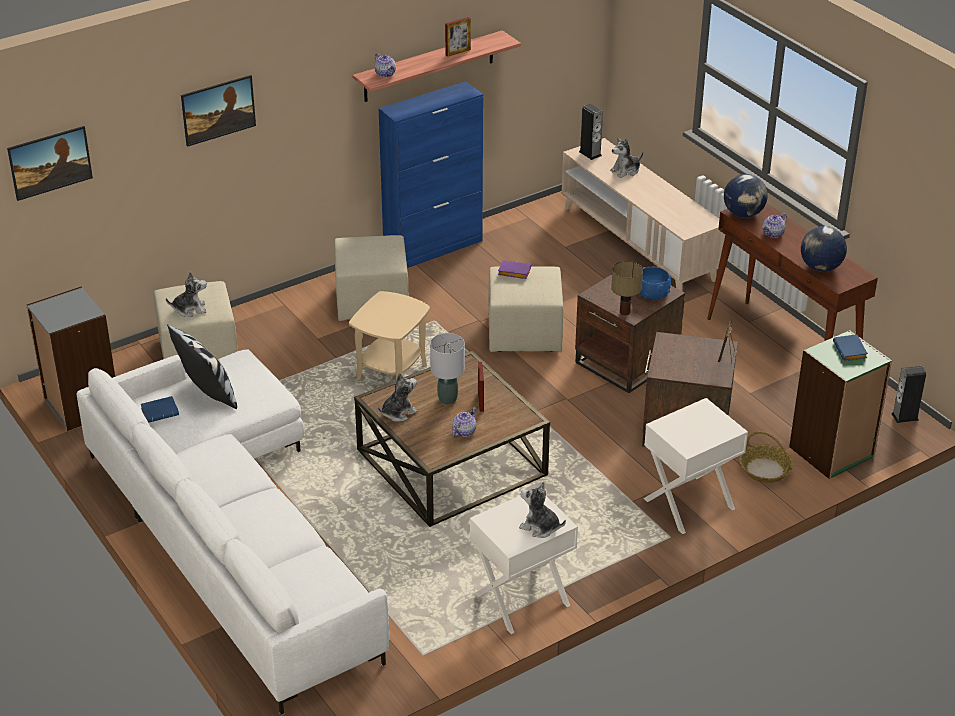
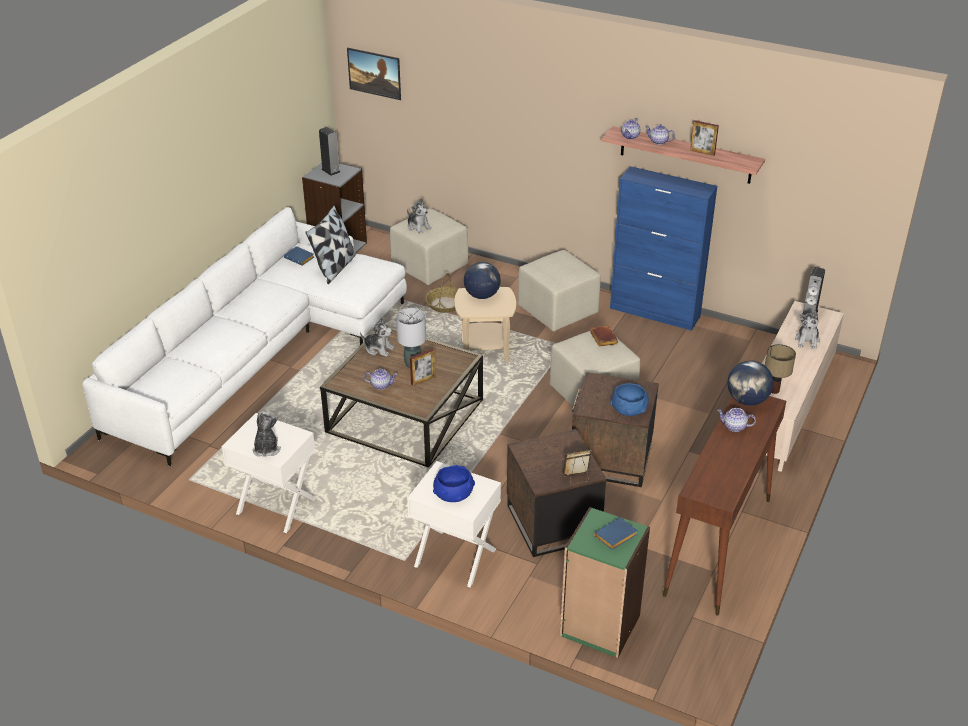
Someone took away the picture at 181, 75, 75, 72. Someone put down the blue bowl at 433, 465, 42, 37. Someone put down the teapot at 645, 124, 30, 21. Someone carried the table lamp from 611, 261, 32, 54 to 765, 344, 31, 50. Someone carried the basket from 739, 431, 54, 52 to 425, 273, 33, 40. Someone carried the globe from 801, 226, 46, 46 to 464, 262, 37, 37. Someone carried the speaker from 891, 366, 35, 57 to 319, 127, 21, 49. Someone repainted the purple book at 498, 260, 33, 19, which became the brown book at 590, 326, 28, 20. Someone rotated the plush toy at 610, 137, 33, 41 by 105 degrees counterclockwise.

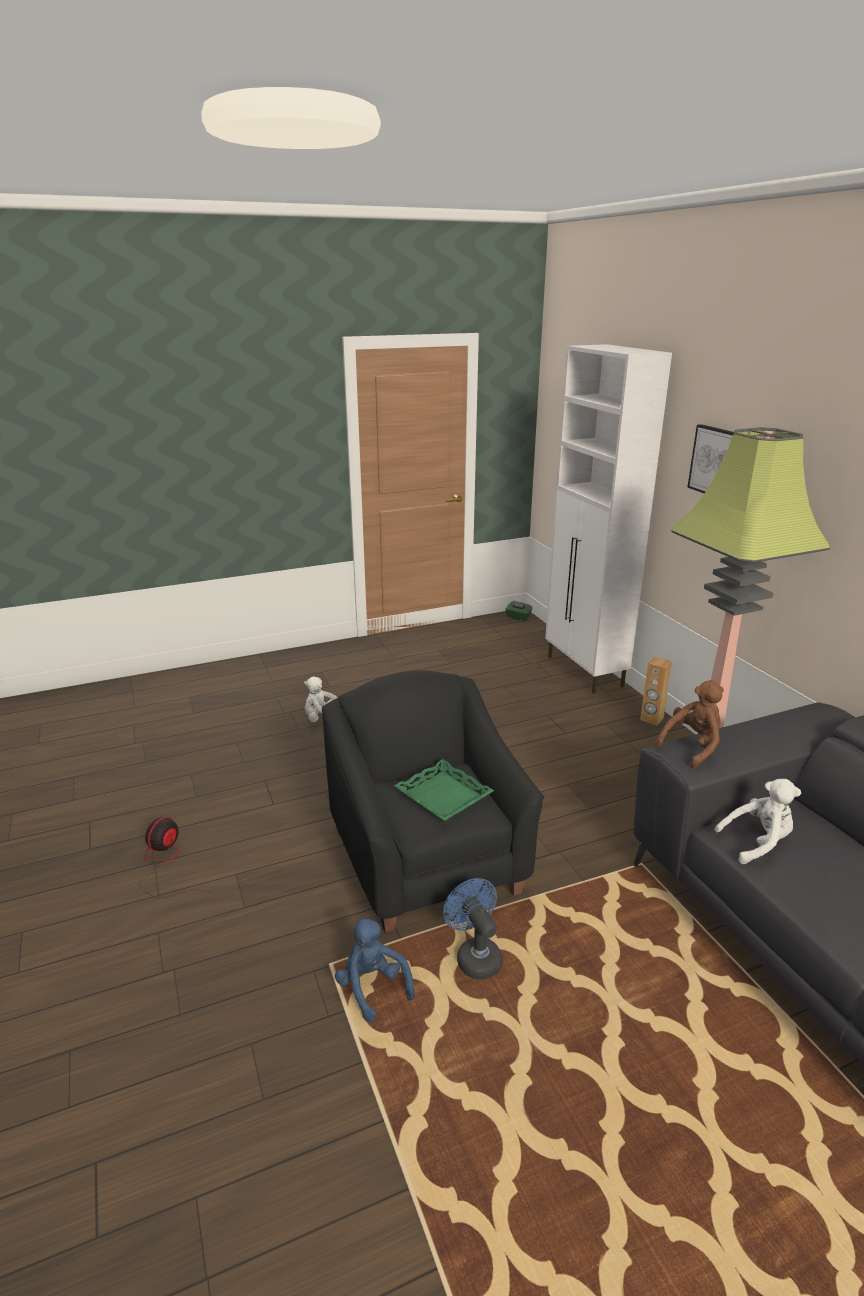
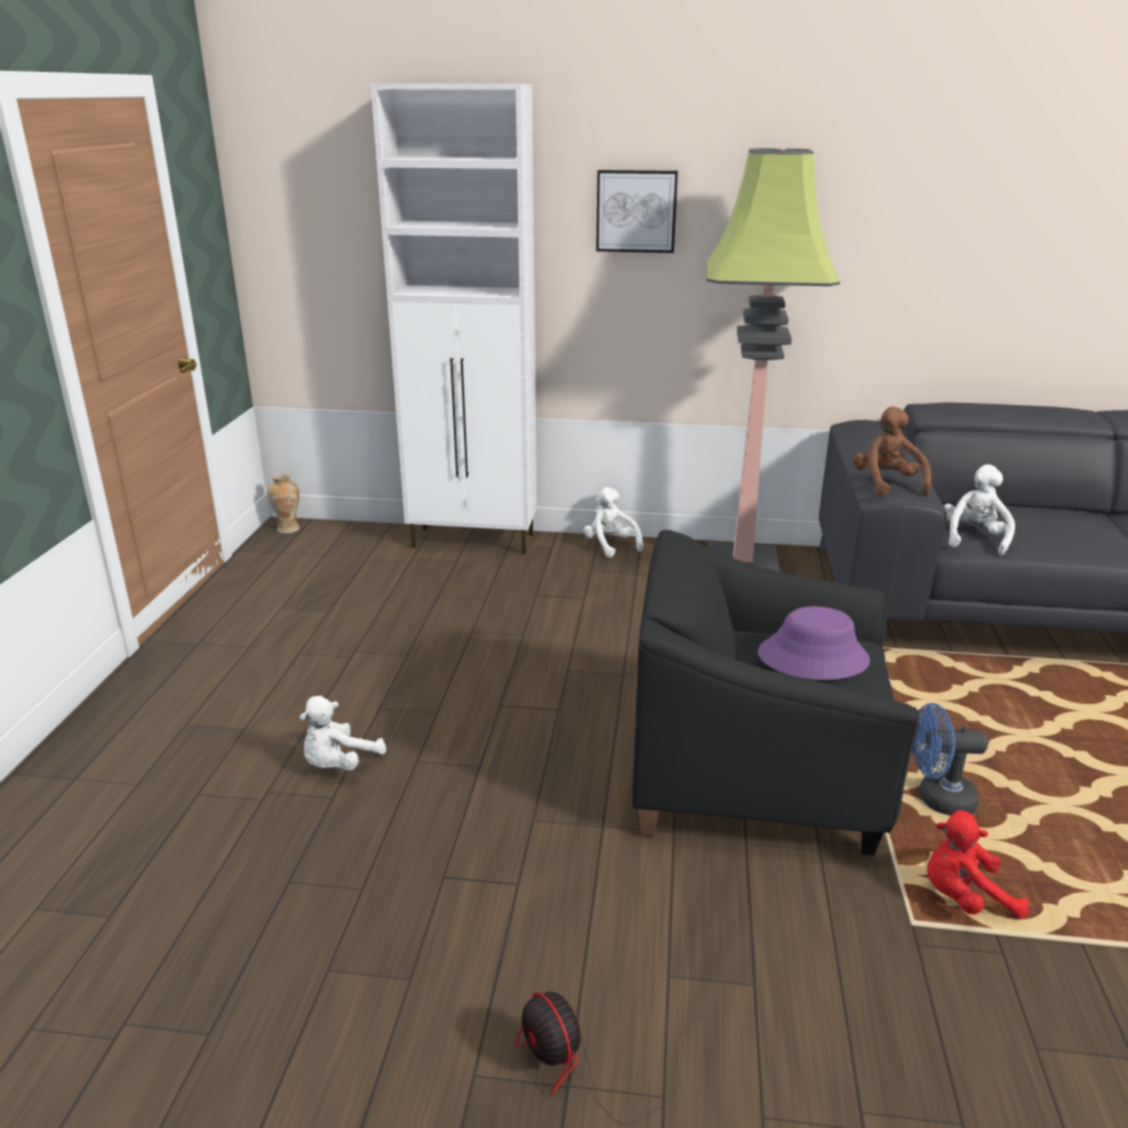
Someone swapped the green tray at 394, 759, 101, 62 for the purple hat at 758, 606, 112, 74. Someone swapped the green tissue box at 505, 600, 27, 21 for the vase at 267, 473, 33, 61. Someone swapped the brown speaker at 640, 657, 32, 68 for the white plush toy at 583, 487, 60, 71. Someone repainted the blue plush toy at 335, 917, 79, 106, which became the red plush toy at 927, 810, 102, 109.

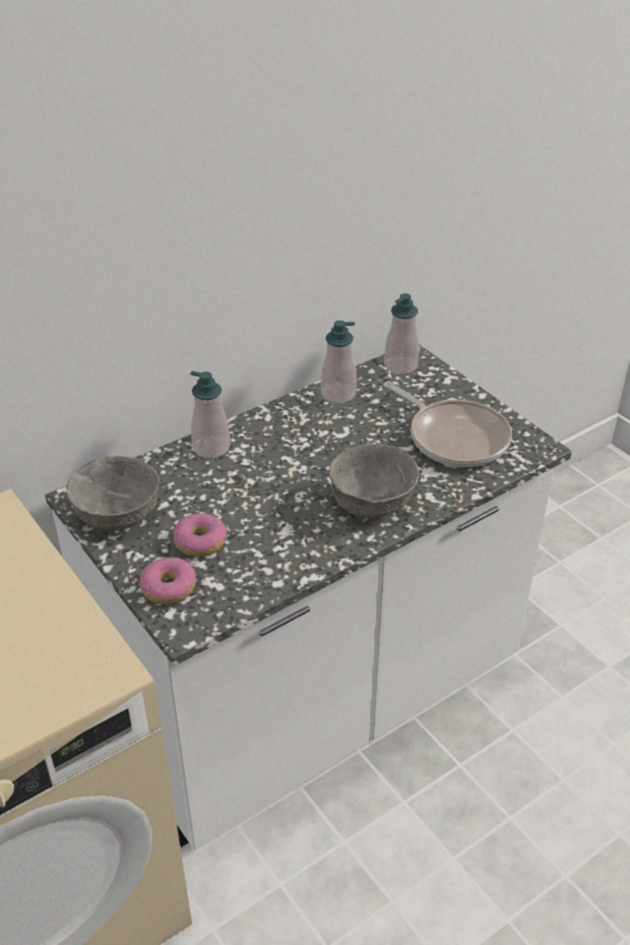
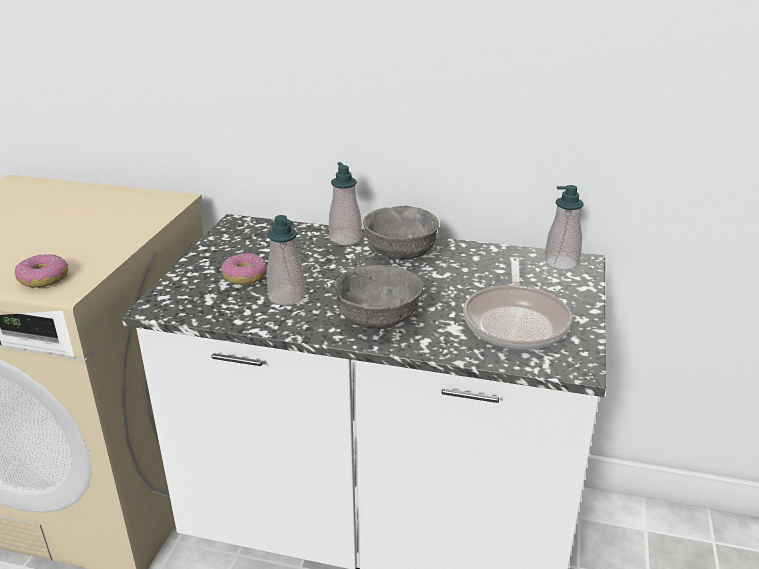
Someone carried the grey bowl from 66, 456, 93, 74 to 363, 206, 76, 54. Someone carried the donut from 140, 557, 56, 47 to 15, 254, 53, 34. Someone carried the soap dispenser from 321, 320, 36, 84 to 267, 215, 39, 91.

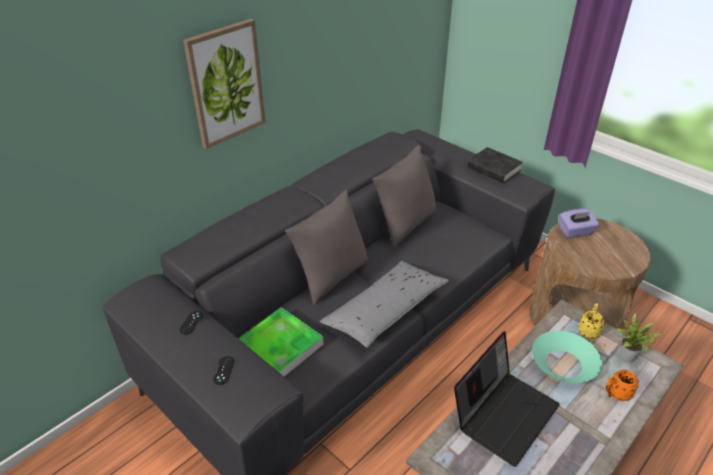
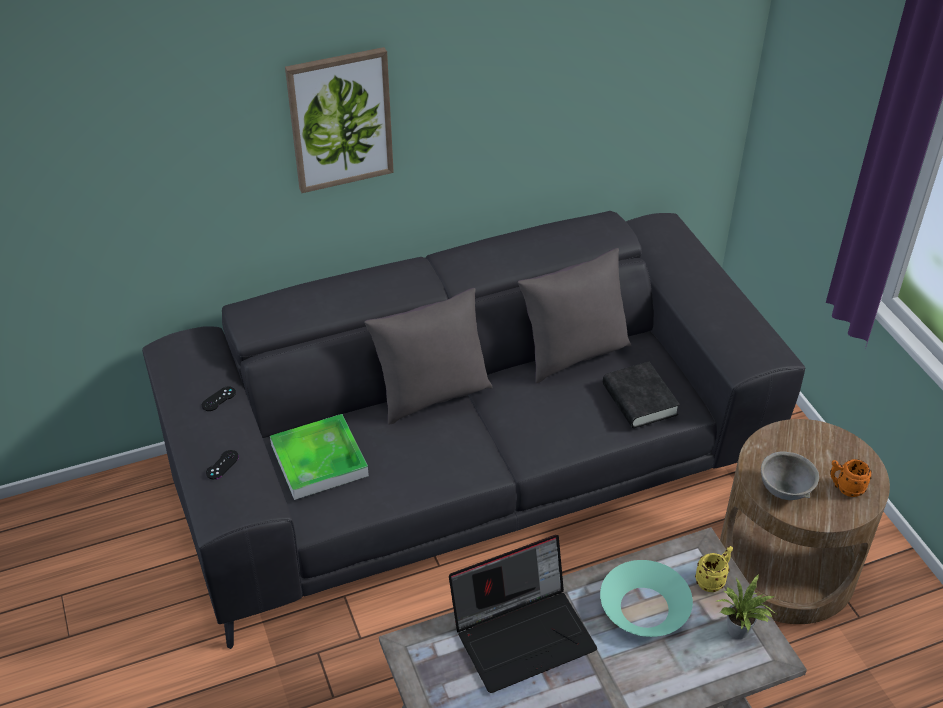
Someone took away the grey pillow at 320, 261, 129, 87. Someone took away the purple tissue box at 559, 209, 41, 29. Someone put down the grey bowl at 761, 451, 58, 49. Someone carried the black book from 467, 147, 56, 36 to 603, 362, 77, 66. Someone carried the orange mug from 606, 370, 33, 31 to 830, 459, 42, 38.

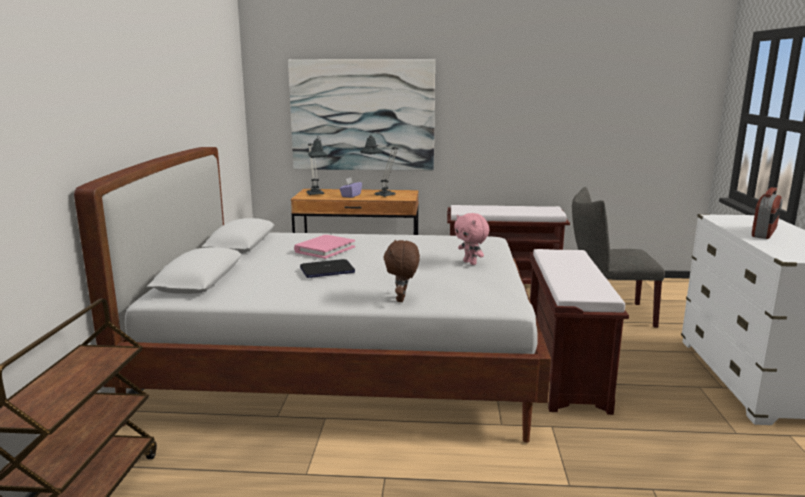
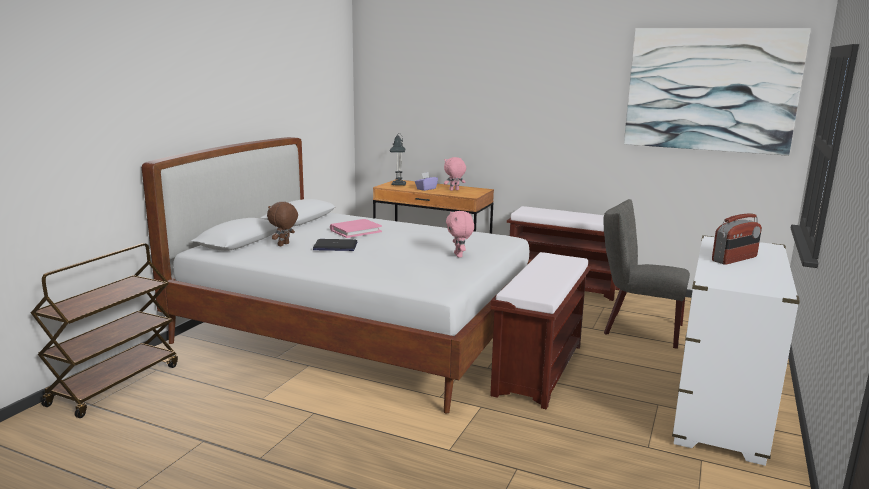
Someone carried the picture from 288, 59, 147, 112 to 624, 28, 187, 128. Someone carried the brown plush toy from 383, 240, 37, 62 to 267, 202, 31, 44. Someone swapped the table lamp at 360, 136, 38, 61 for the pink plush toy at 444, 157, 22, 34.

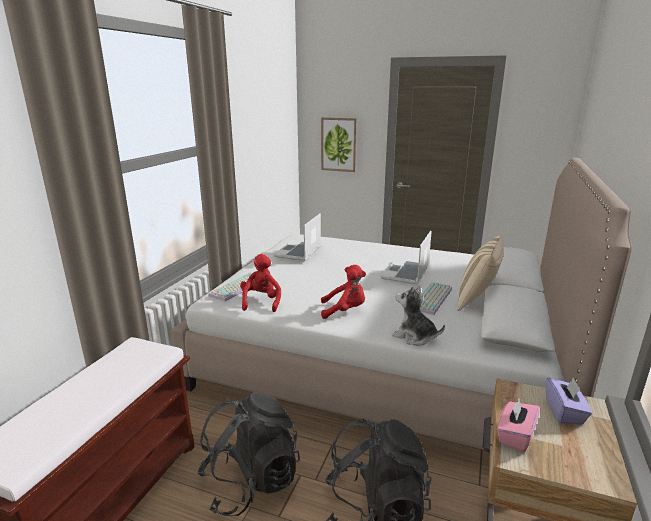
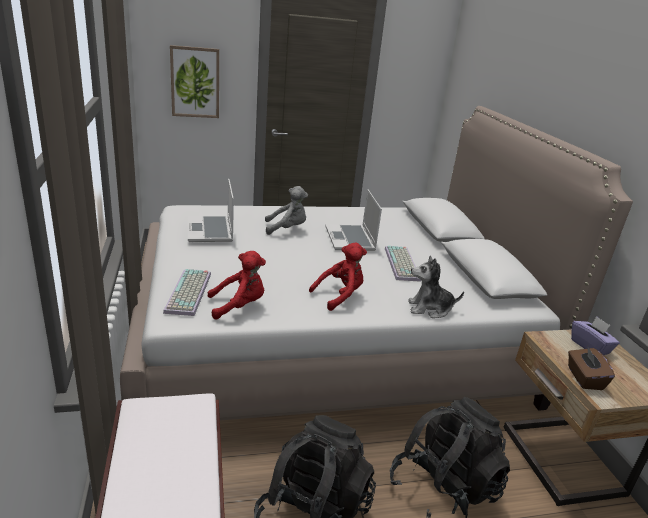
Someone took away the beige pillow at 458, 236, 46, 75. Someone put down the grey plush toy at 265, 186, 43, 49. Someone repainted the pink tissue box at 497, 398, 43, 54, which became the brown tissue box at 568, 345, 47, 45. Someone rotated the red plush toy at 240, 254, 41, 58 by 105 degrees clockwise.

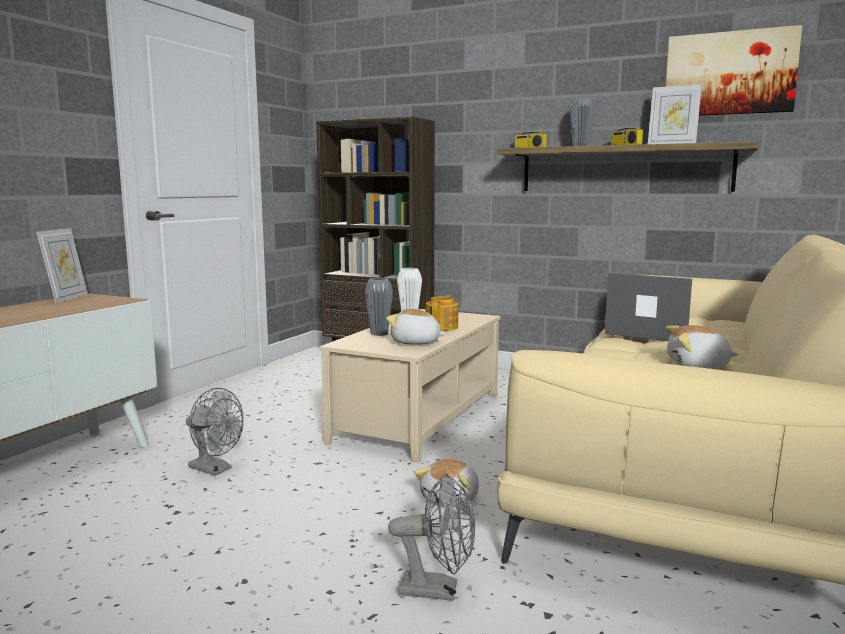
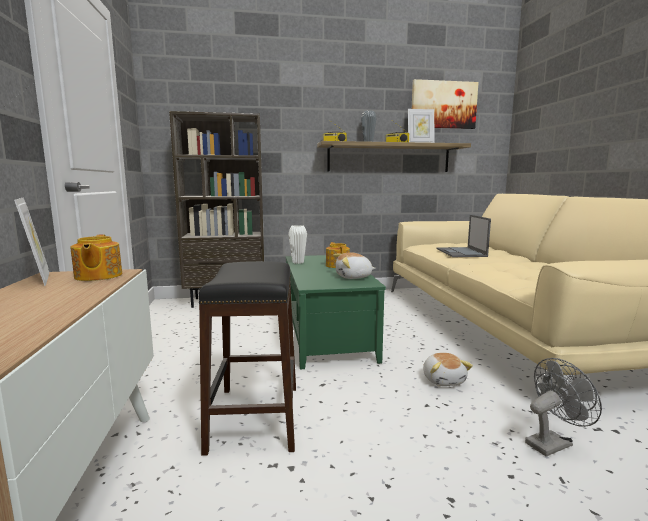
Someone took away the grey vase at 365, 278, 28, 58. Someone took away the plush toy at 666, 325, 72, 44. Someone put down the teapot at 70, 234, 52, 47. Someone swapped the grey fan at 186, 388, 58, 88 for the black stool at 199, 261, 97, 195. Someone repainted the beige coffee table at 320, 309, 180, 153, which became the green coffee table at 286, 255, 100, 115. Someone rotated the laptop at 605, 273, 87, 68 by 90 degrees counterclockwise.

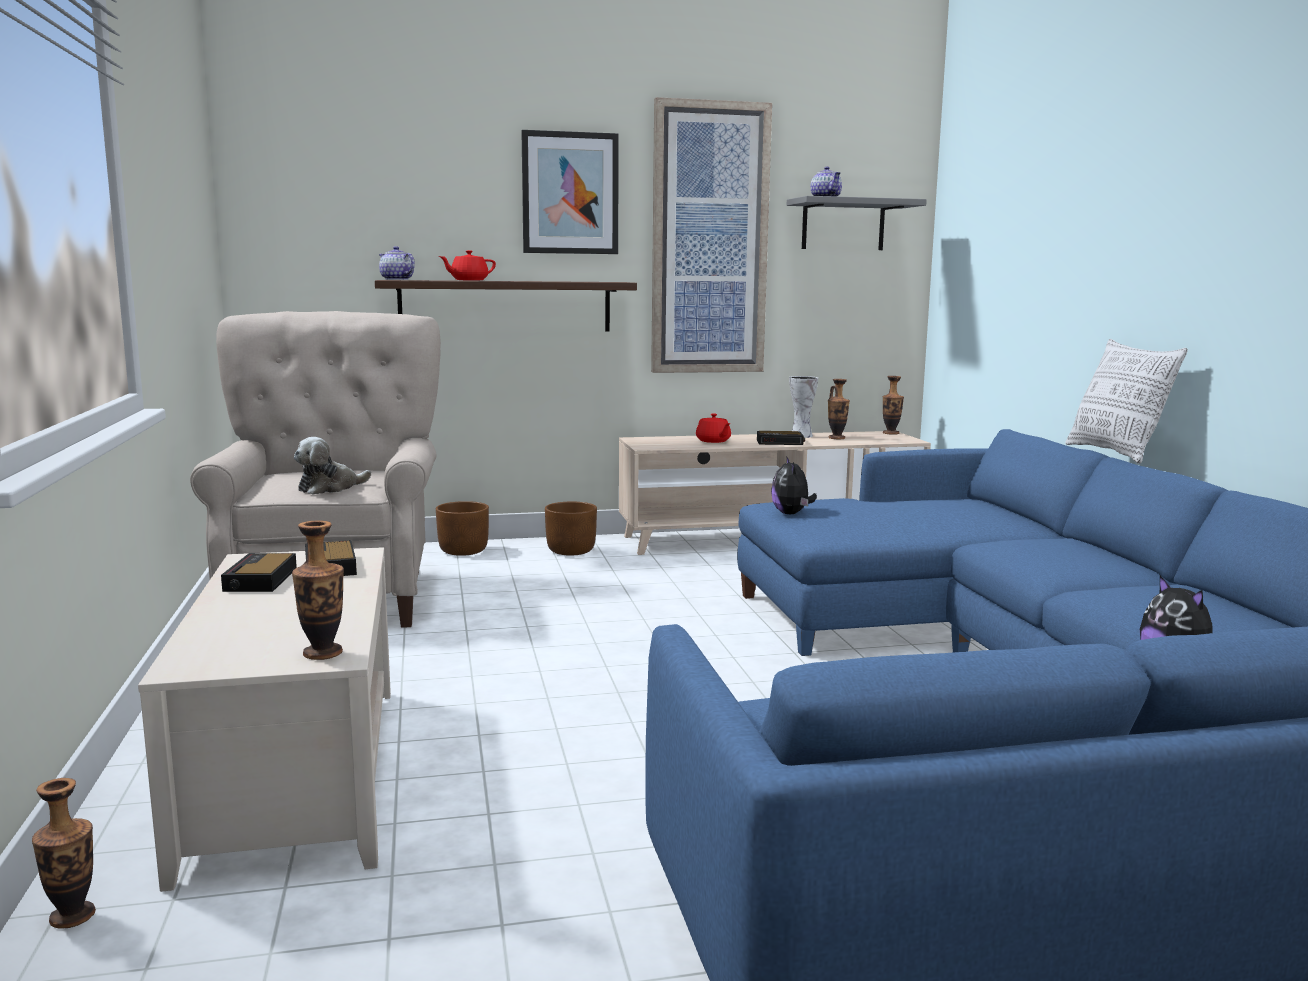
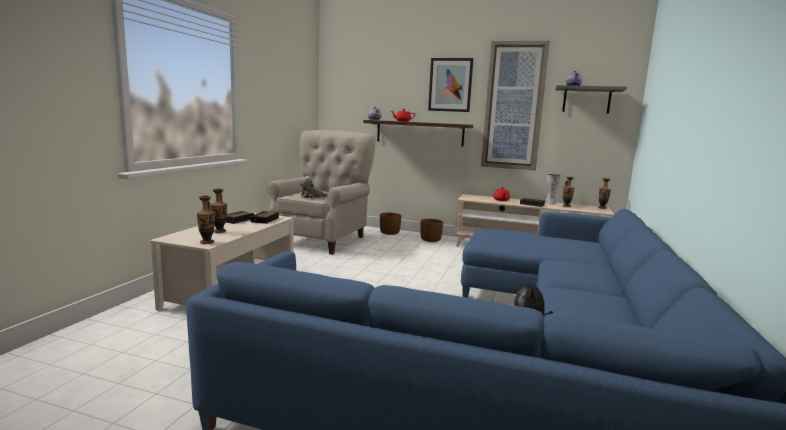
Someone took away the plush toy at 771, 456, 46, 58. Someone took away the pillow at 1065, 339, 123, 125. Someone carried the vase from 32, 778, 64, 151 to 210, 189, 17, 44.

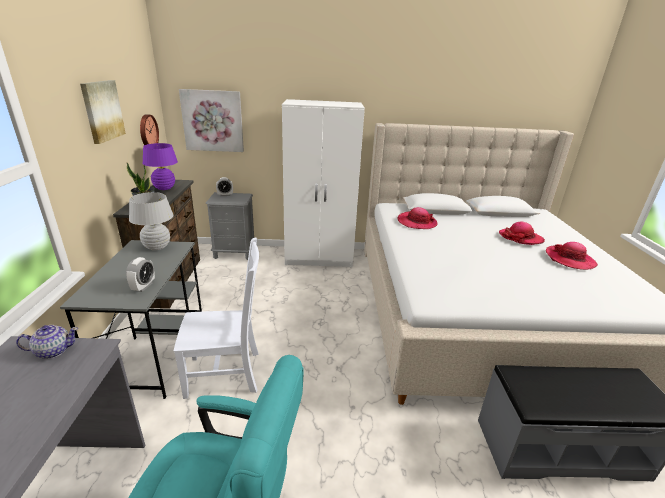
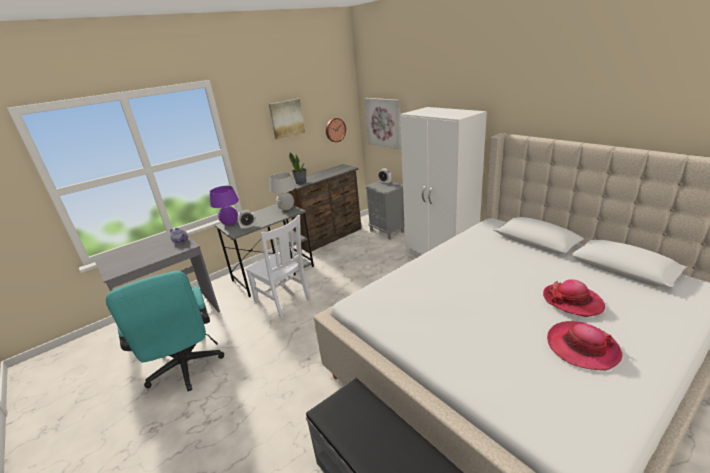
Someone took away the hat at 398, 207, 40, 22. Someone carried the purple table lamp from 143, 143, 35, 47 to 210, 186, 29, 39.

